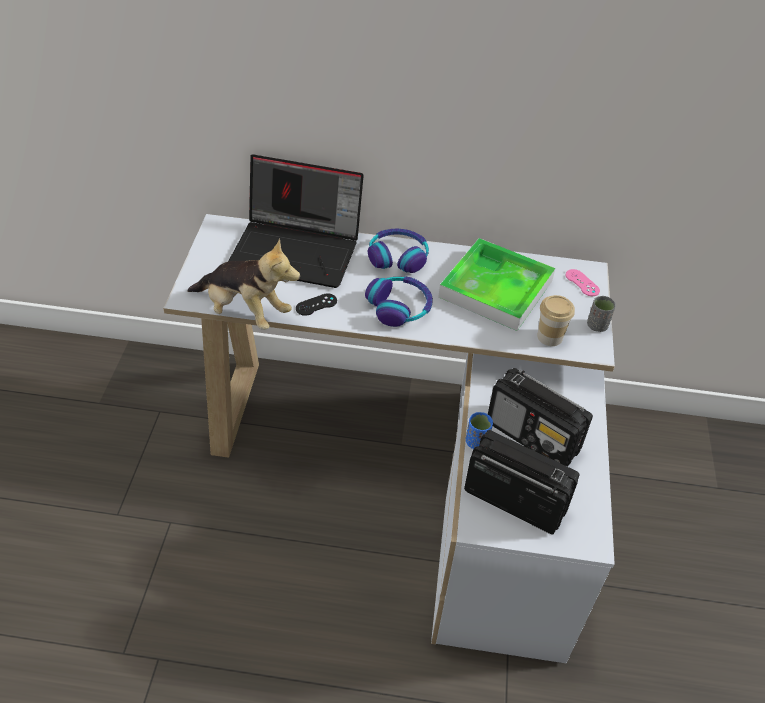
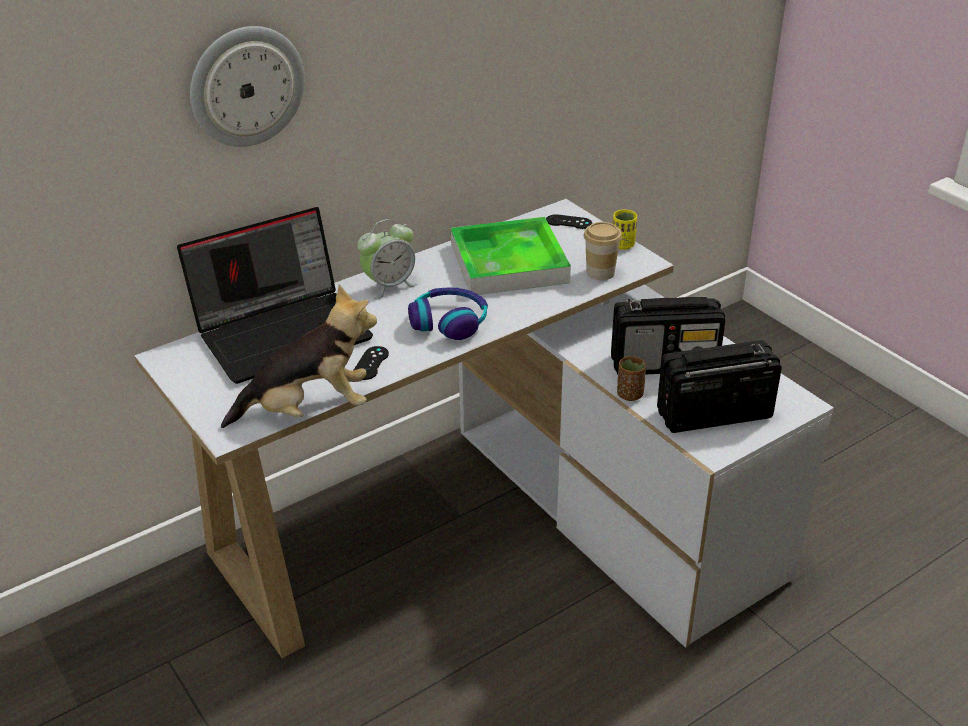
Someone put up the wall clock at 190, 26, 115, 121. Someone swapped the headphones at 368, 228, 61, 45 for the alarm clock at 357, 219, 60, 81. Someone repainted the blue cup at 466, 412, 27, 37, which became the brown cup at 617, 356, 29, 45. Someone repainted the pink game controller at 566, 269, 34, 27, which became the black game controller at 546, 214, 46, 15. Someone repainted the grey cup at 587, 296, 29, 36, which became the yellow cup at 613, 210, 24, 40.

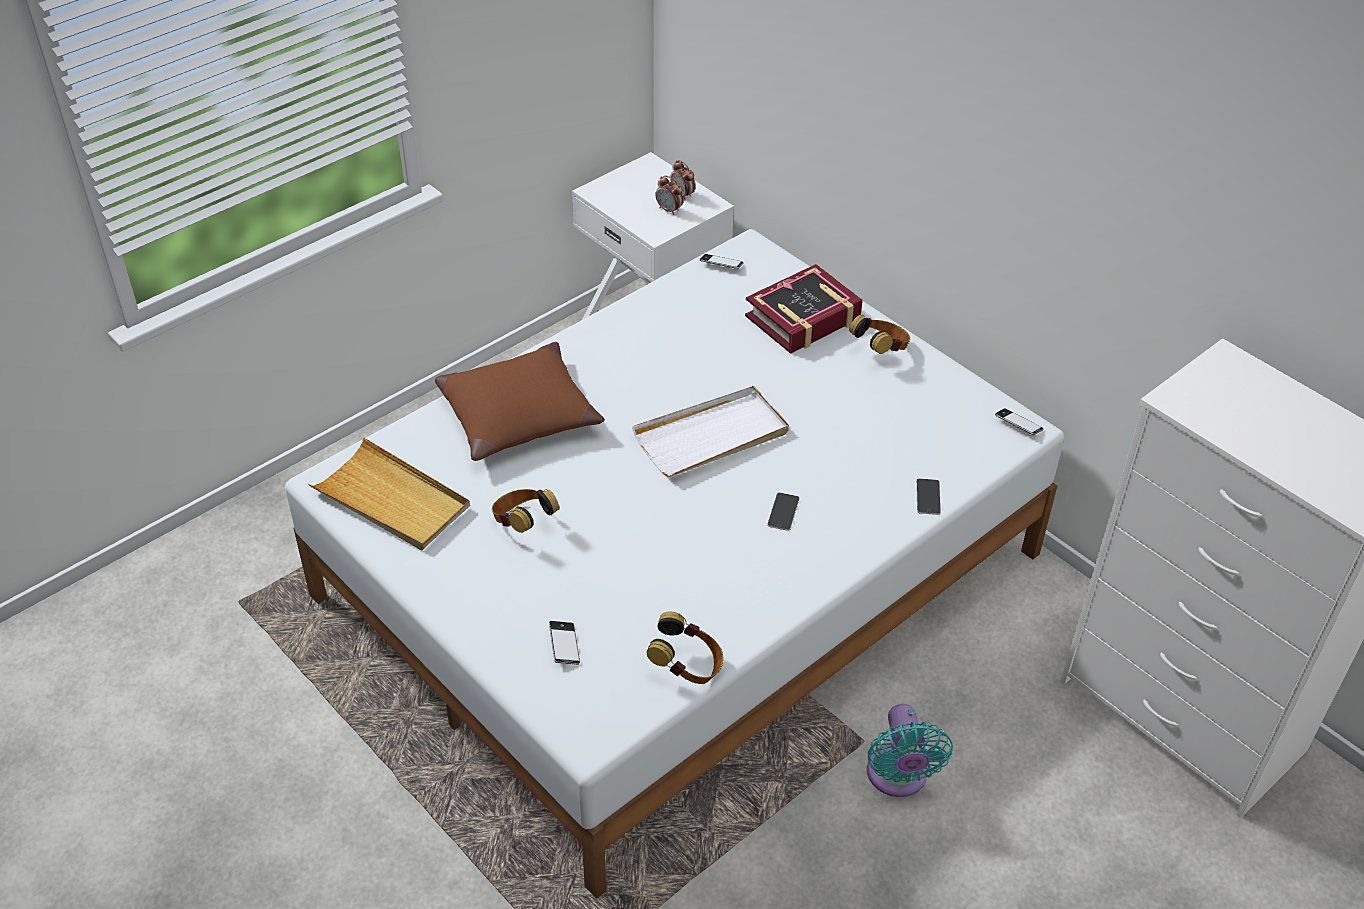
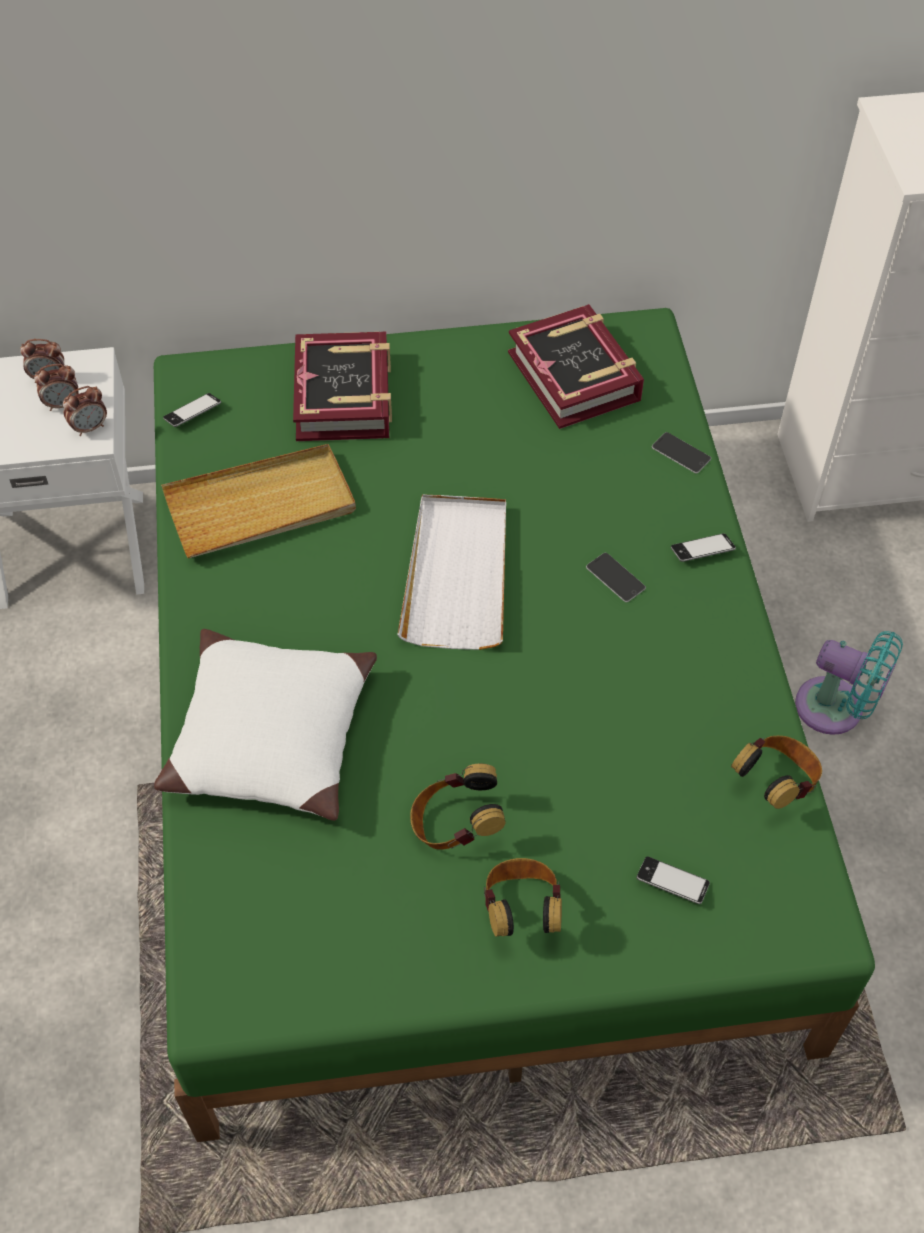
Someone put down the alarm clock at 63, 386, 44, 50. Someone put down the book at 508, 304, 136, 125. Someone carried the beige tray from 308, 437, 162, 113 to 161, 444, 195, 114. Someone carried the headphones from 849, 315, 61, 39 to 484, 858, 78, 78. Someone carried the phone from 995, 408, 48, 27 to 671, 533, 65, 29. Someone repainted the white bed at 285, 229, 779, 670, which became the green bed at 154, 308, 721, 834. Someone repainted the brown pillow at 435, 342, 170, 119, which became the white pillow at 154, 629, 223, 192.

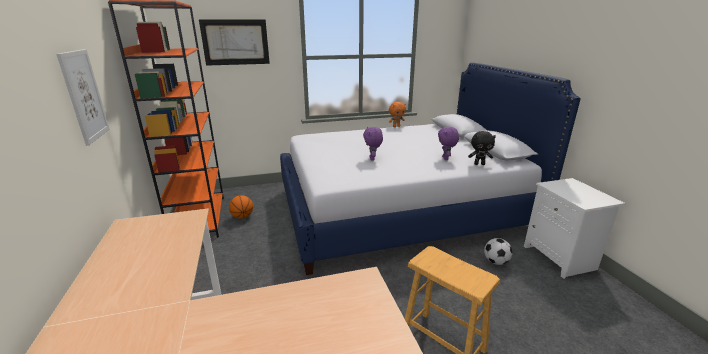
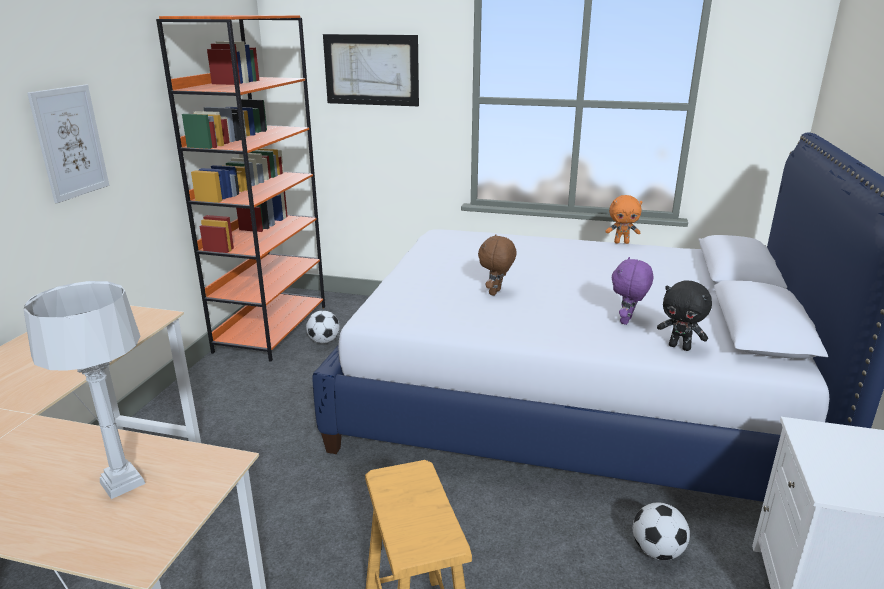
Someone put down the grey table lamp at 23, 281, 123, 218. Someone swapped the basketball at 229, 195, 24, 24 for the football at 306, 310, 34, 33. Someone repainted the purple plush toy at 363, 127, 20, 34, which became the brown plush toy at 478, 234, 39, 62.

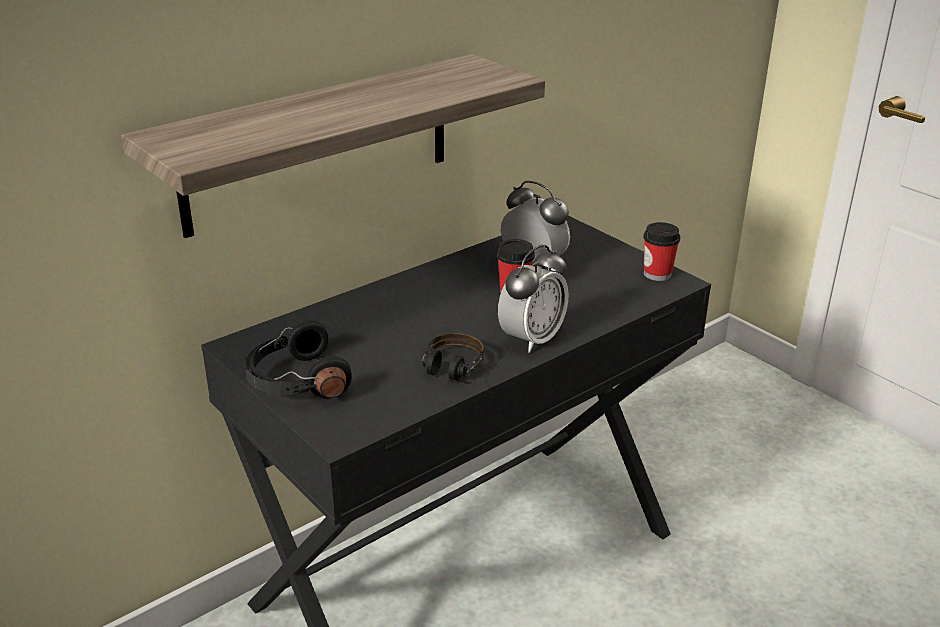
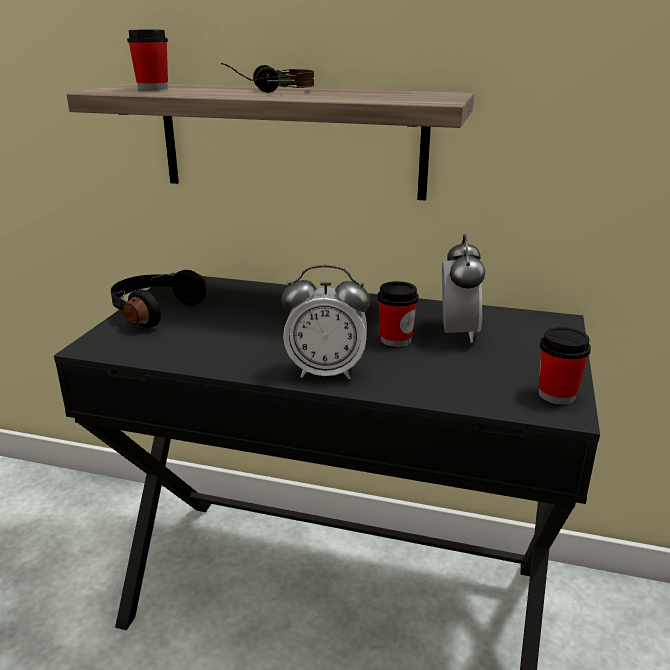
Someone put down the cup at 127, 30, 41, 60. Someone carried the headphones from 422, 333, 62, 51 to 221, 63, 93, 30.

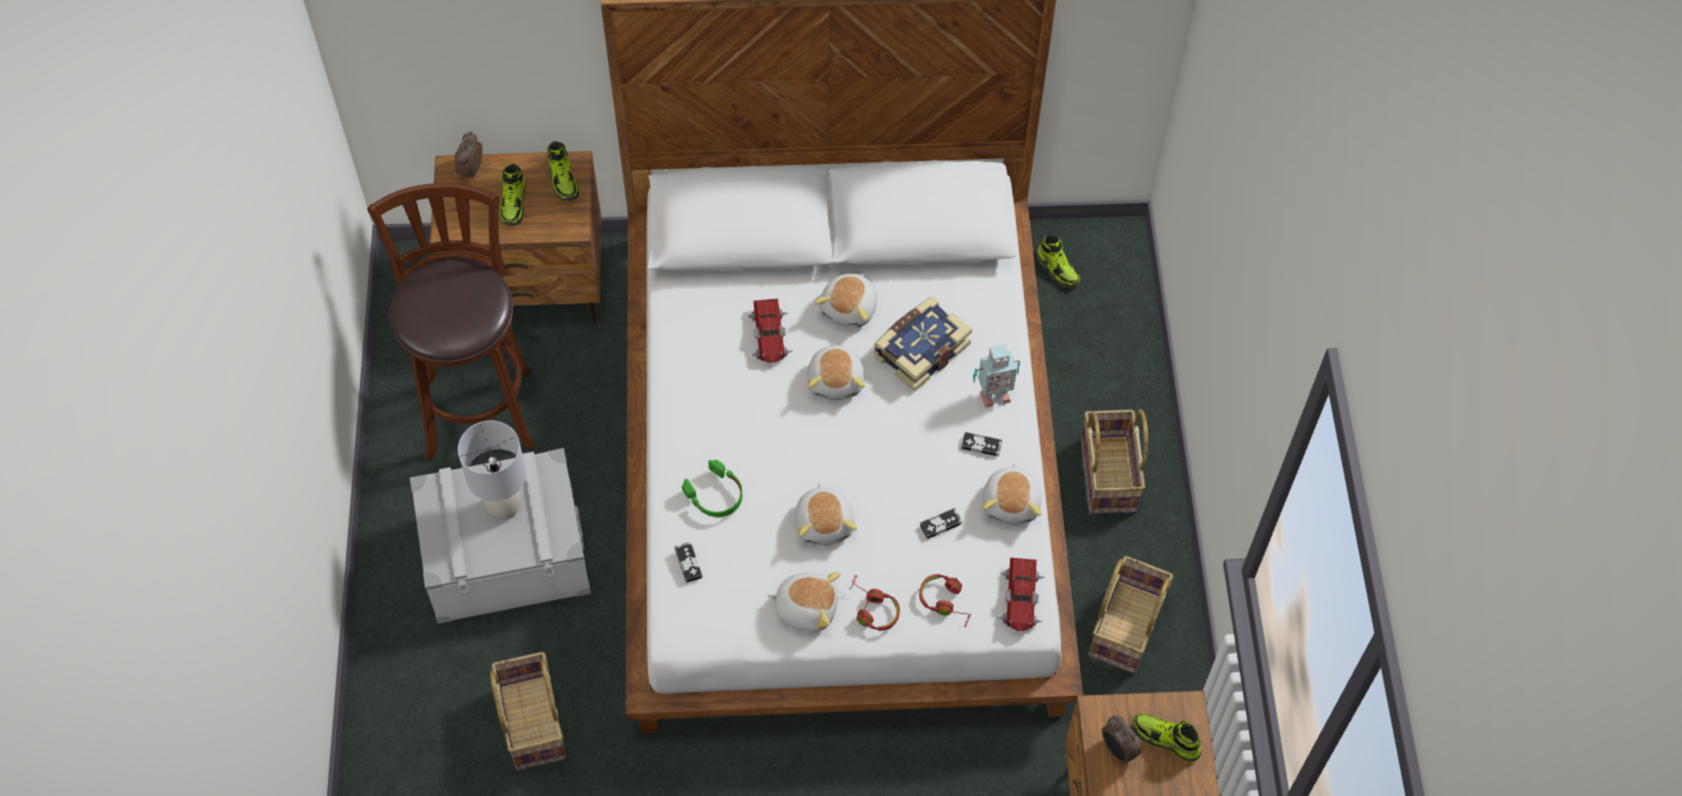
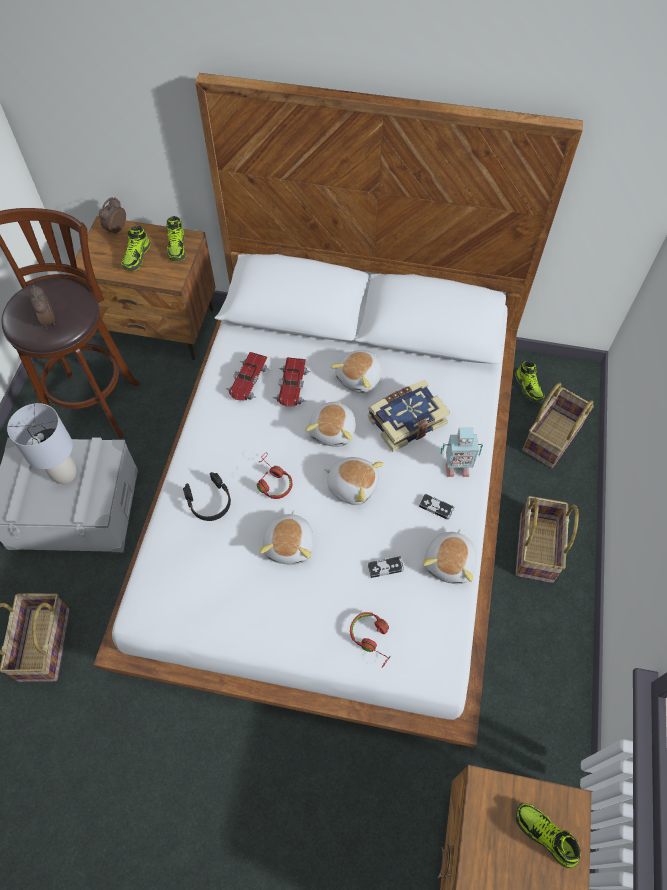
Someone took away the game controller at 675, 542, 27, 41. Someone carried the plush toy from 767, 572, 74, 60 to 324, 457, 60, 48. Someone carried the red headphones from 850, 575, 50, 56 to 257, 453, 36, 46. Someone carried the toy car from 997, 558, 48, 74 to 226, 352, 44, 49. Someone carried the basket from 1089, 556, 84, 118 to 522, 382, 72, 86. Someone carried the alarm clock from 1102, 715, 40, 48 to 29, 285, 26, 44. Someone repainted the green headphones at 682, 460, 61, 57, which became the black headphones at 183, 472, 48, 49.

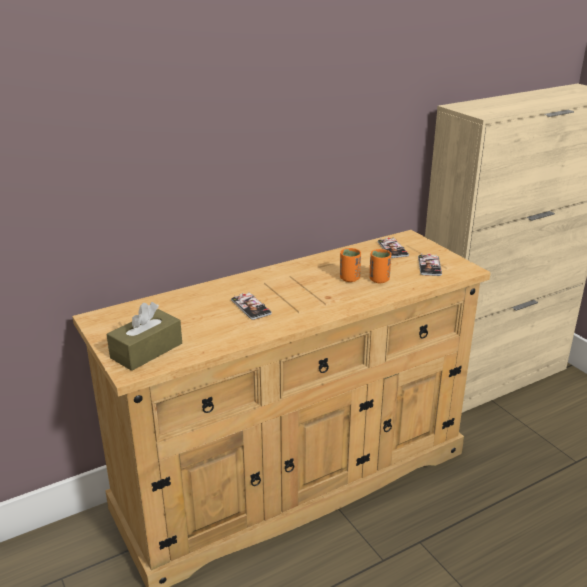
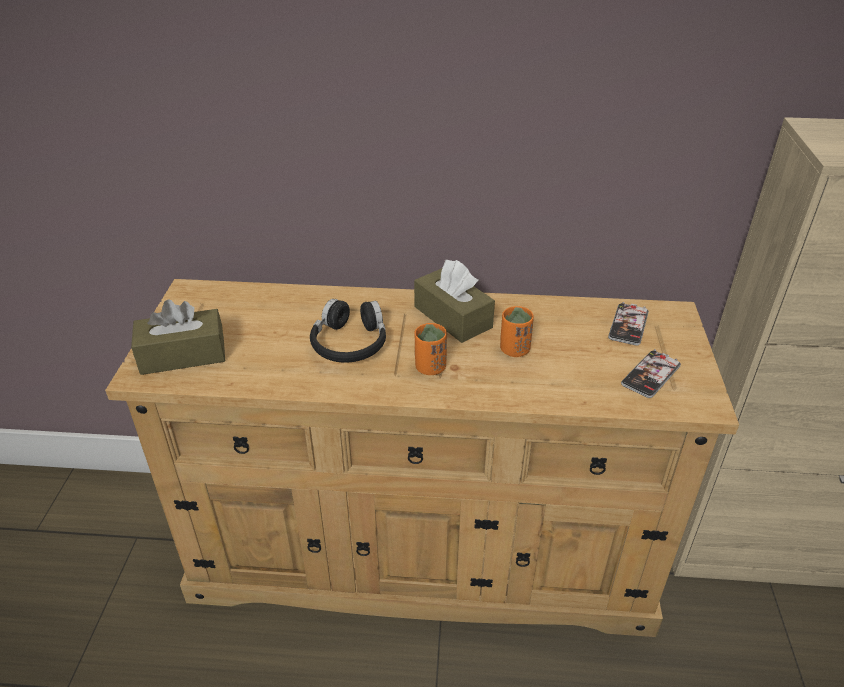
Someone put down the brown tissue box at 414, 260, 81, 83. Someone carried the orange cup from 369, 249, 23, 34 to 415, 323, 32, 52. Someone swapped the phone at 231, 292, 41, 28 for the black headphones at 310, 299, 76, 64.

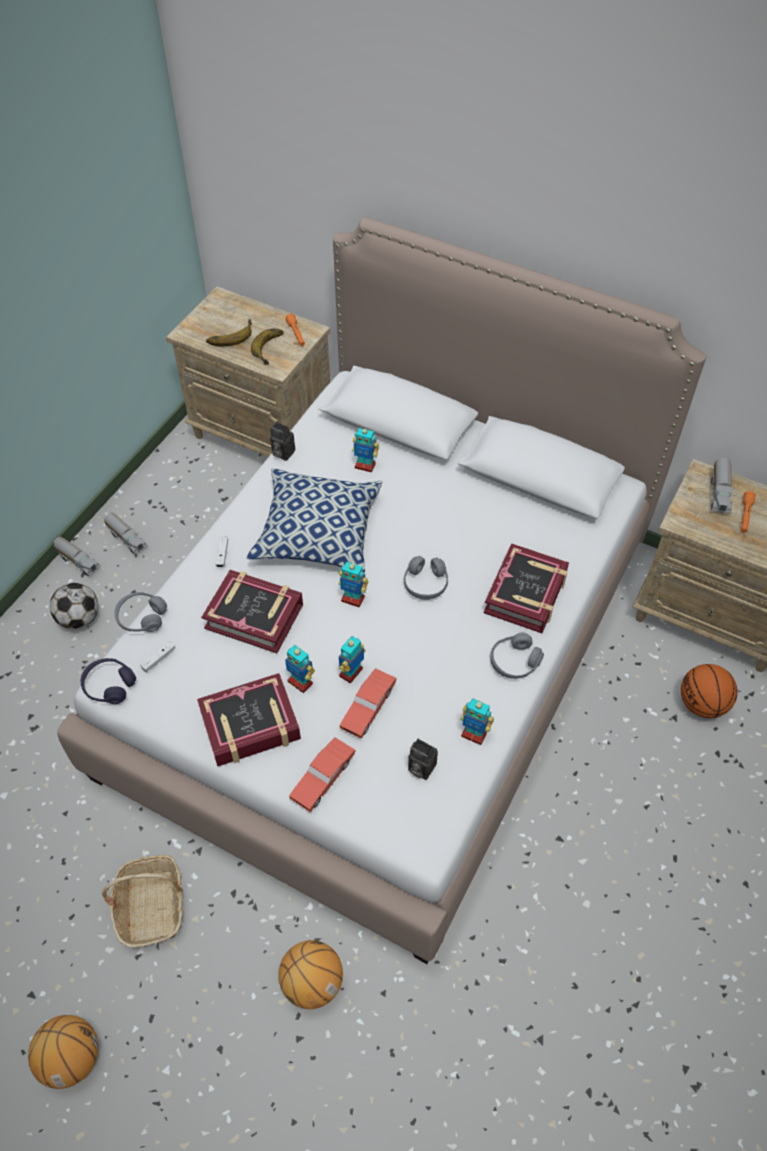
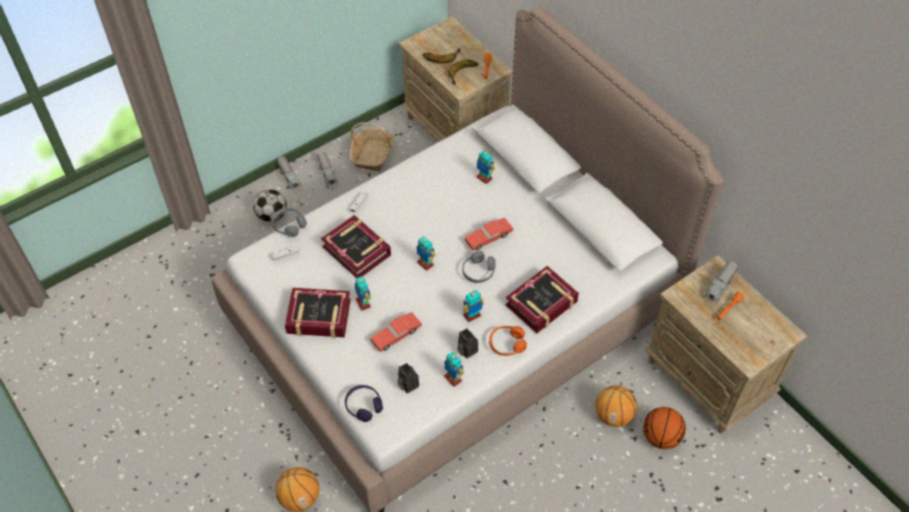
Someone took away the pillow at 247, 468, 135, 104. Someone carried the basketball from 28, 1015, 70, 74 to 595, 385, 42, 42. Someone carried the purple headphones from 81, 658, 55, 46 to 345, 385, 38, 37. Someone carried the basket from 102, 855, 81, 93 to 350, 122, 44, 49. Someone carried the photo camera from 270, 422, 25, 39 to 457, 328, 21, 31. Someone carried the red toy car from 289, 737, 67, 75 to 465, 218, 48, 33. Someone carried the toy robot from 339, 636, 27, 48 to 462, 290, 22, 32. Someone repainted the grey headphones at 490, 633, 54, 46, which became the orange headphones at 489, 326, 38, 30.

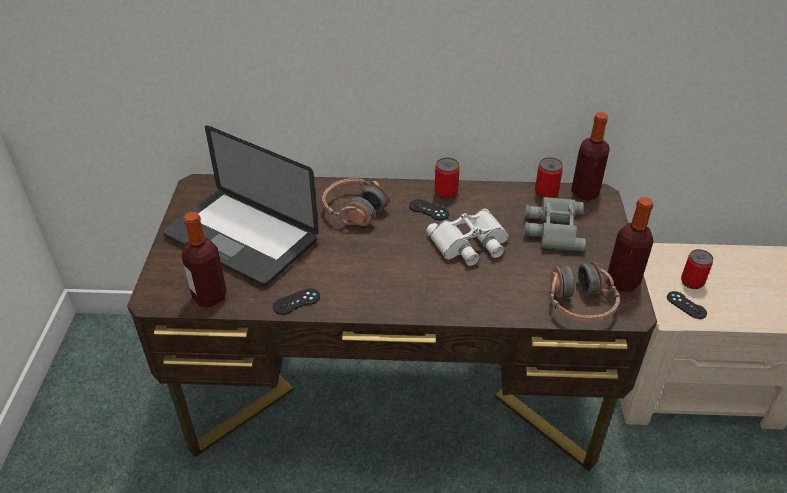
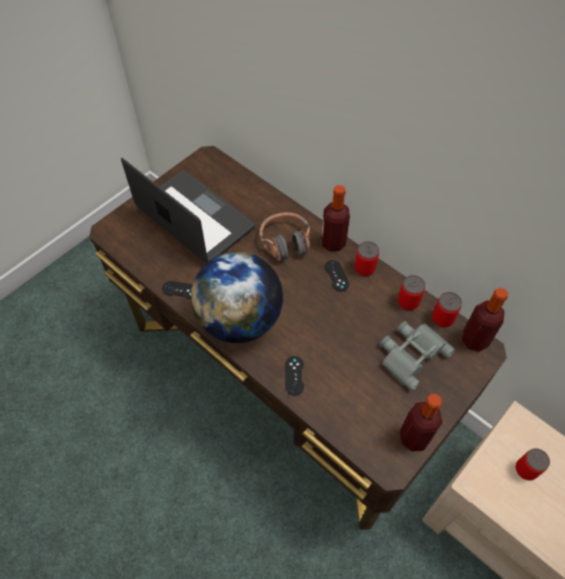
Someone took away the white binoculars at 426, 209, 83, 57. Someone took away the headphones at 549, 262, 71, 60. Someone put down the globe at 191, 251, 92, 92. Someone put down the can at 398, 275, 27, 36. Someone carried the bottle from 182, 212, 45, 95 to 321, 185, 29, 67. Someone carried the black game controller from 667, 291, 40, 28 to 285, 356, 19, 40. Someone rotated the laptop at 163, 125, 156, 162 by 150 degrees clockwise.

